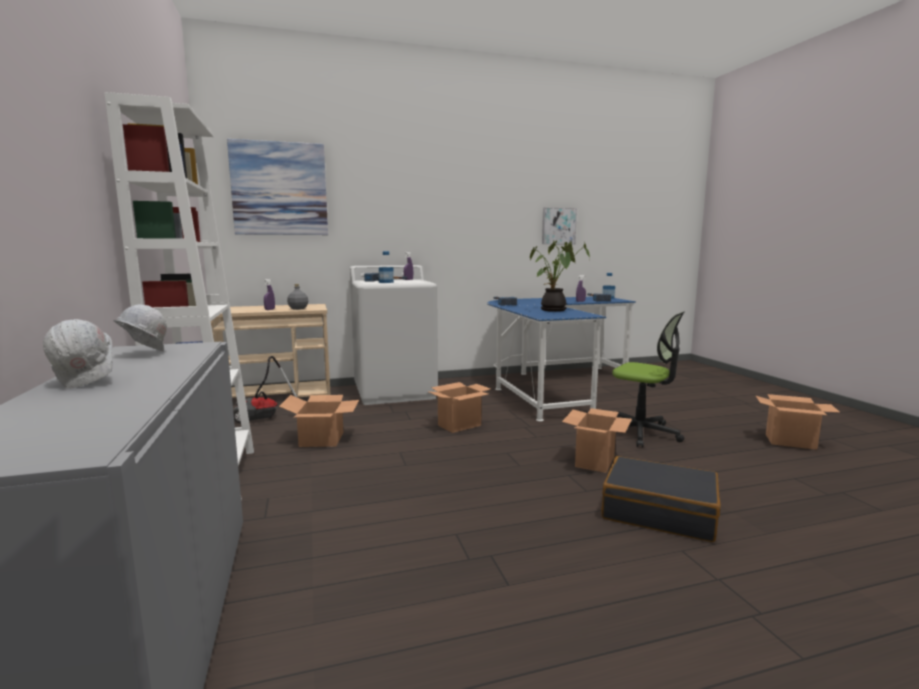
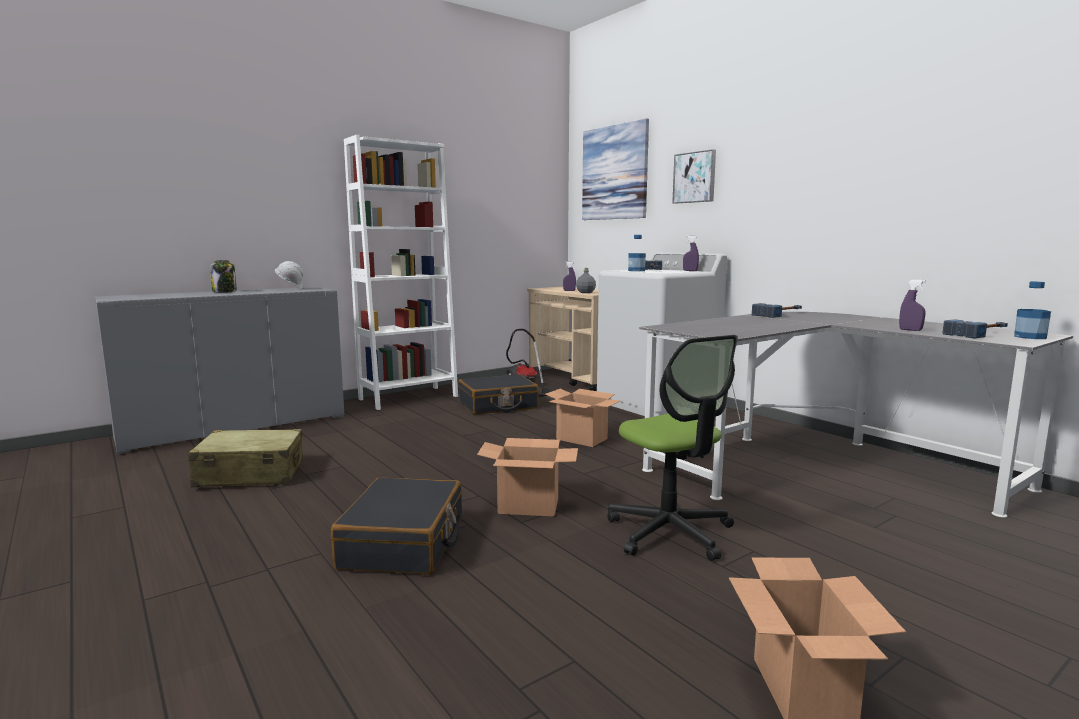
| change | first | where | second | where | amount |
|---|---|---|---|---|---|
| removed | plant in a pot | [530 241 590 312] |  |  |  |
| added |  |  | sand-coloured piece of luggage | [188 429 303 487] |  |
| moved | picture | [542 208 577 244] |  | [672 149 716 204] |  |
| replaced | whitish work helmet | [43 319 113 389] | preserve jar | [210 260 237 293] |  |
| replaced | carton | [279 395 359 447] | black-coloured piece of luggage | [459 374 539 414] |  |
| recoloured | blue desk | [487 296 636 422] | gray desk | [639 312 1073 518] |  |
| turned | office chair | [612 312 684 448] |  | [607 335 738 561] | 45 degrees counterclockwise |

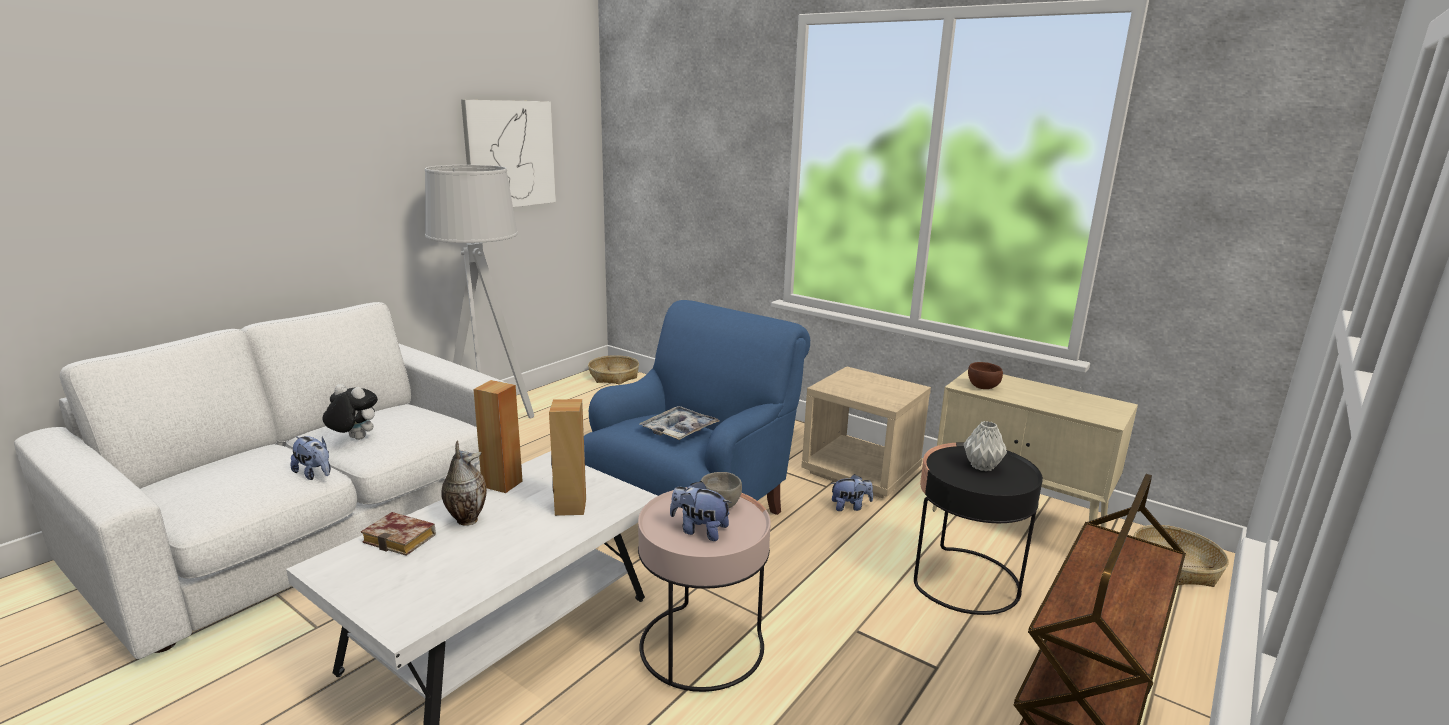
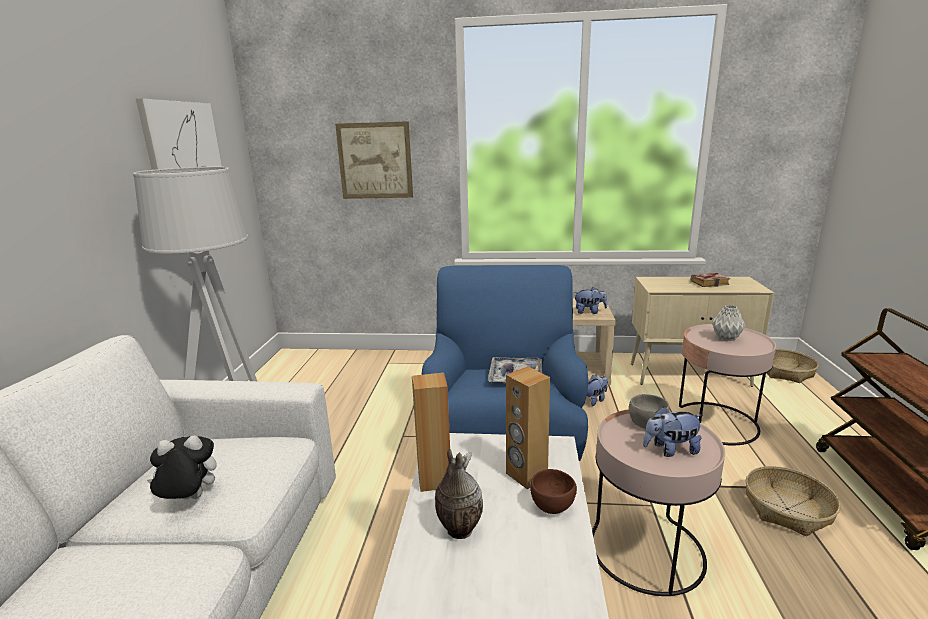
| change | first | where | second | where | amount |
|---|---|---|---|---|---|
| added |  |  | picture | [335 121 413 199] |  |
| moved | soft toy | [290 436 331 480] |  | [574 287 607 314] |  |
| moved | bound book | [361 512 436 556] |  | [691 273 730 287] |  |
| moved | household basket | [588 355 639 385] |  | [745 466 840 536] |  |
| moved | brown serving bowl | [968 362 1003 389] |  | [530 469 577 514] |  |
| recoloured | black-coloured end table | [914 442 1043 615] | pink-coloured end table | [679 324 776 445] |  |

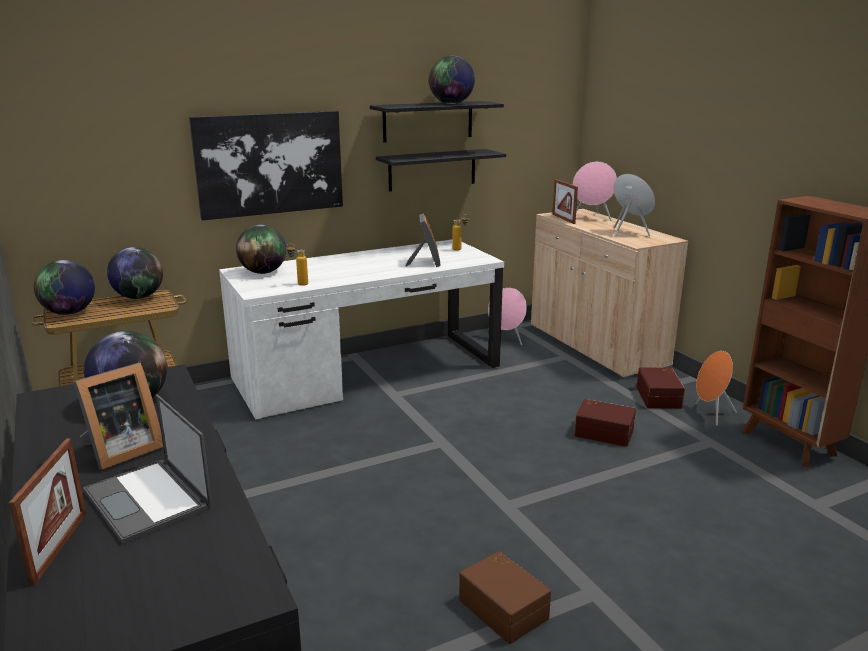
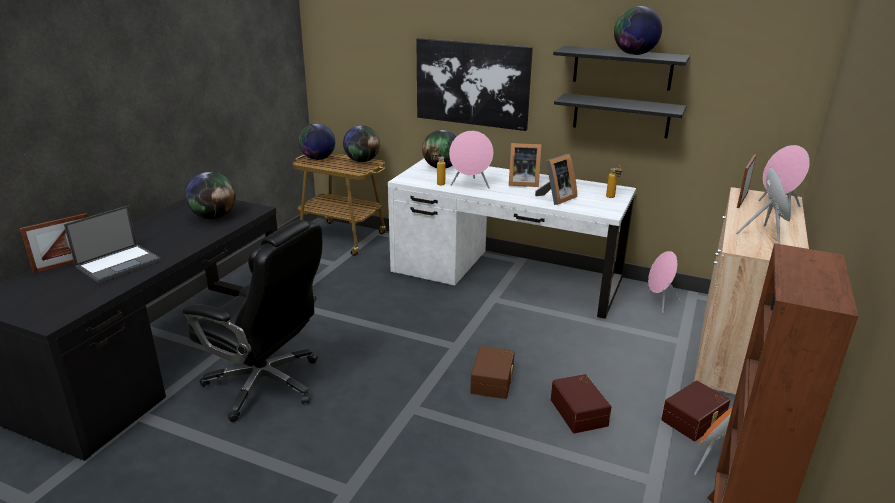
| change | first | where | second | where | amount |
|---|---|---|---|---|---|
| added |  |  | black-coloured office chair | [182 220 322 422] |  |
| added |  |  | pink-coloured loudspeaker | [449 131 493 189] |  |
| moved | standing frame | [73 363 163 470] |  | [509 143 541 187] |  |
| moved | brown storage box | [459 551 551 644] |  | [470 346 515 399] |  |
| turned | laptop | [83 394 212 545] |  | [64 206 161 283] | 150 degrees counterclockwise |

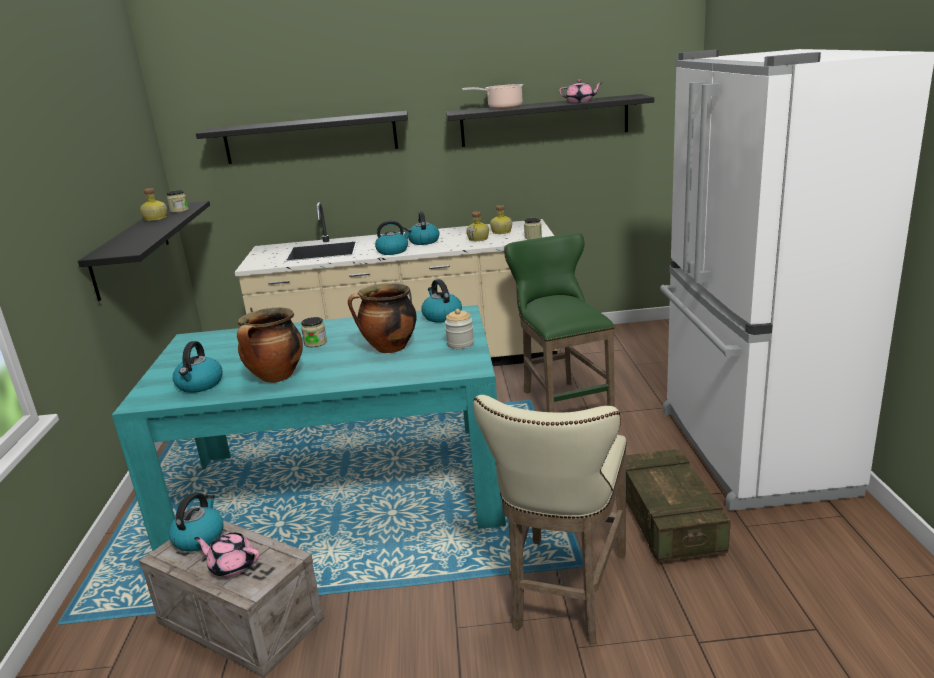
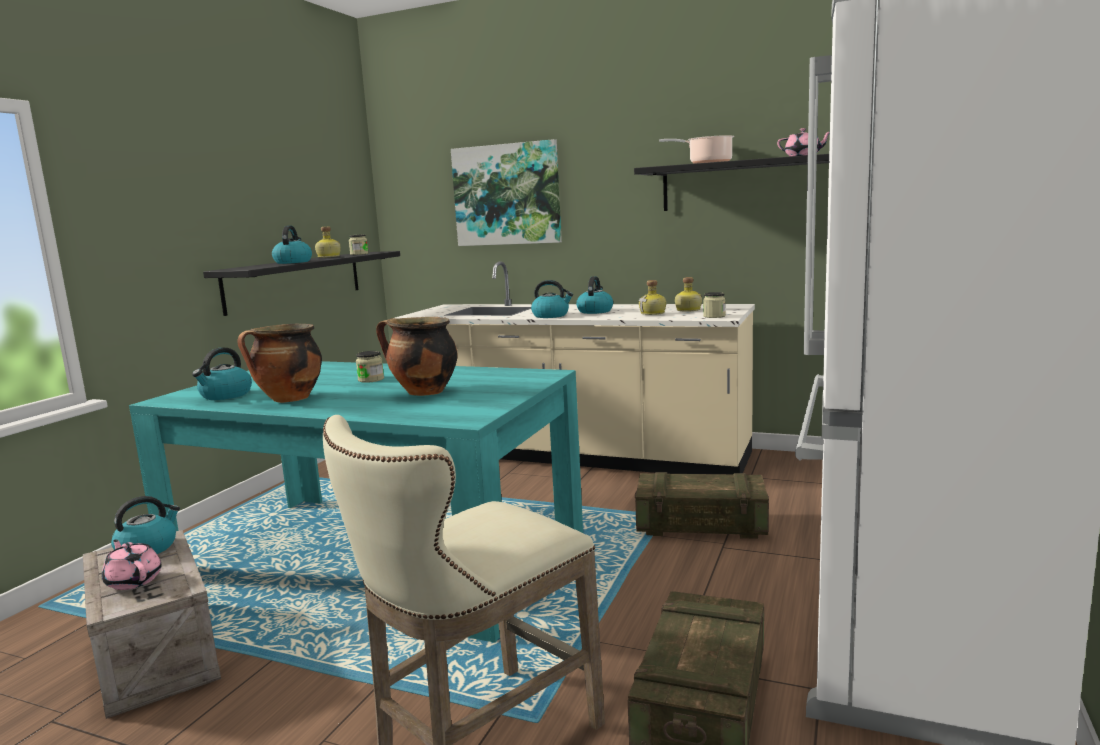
| change | first | where | second | where | amount |
|---|---|---|---|---|---|
| removed | preserve jar | [445 309 474 349] |  |  |  |
| moved | kettle | [422 279 462 323] |  | [272 225 312 264] |  |
| replaced | black-coloured bracket shelf | [196 111 408 164] | picture | [451 139 562 246] |  |
| replaced | green-coloured stool | [504 233 615 412] | shipping crate | [635 472 769 539] |  |

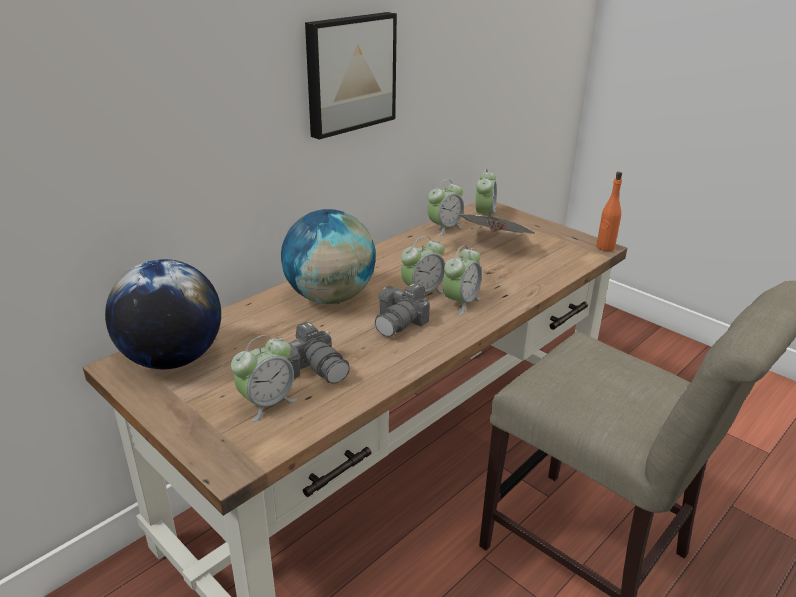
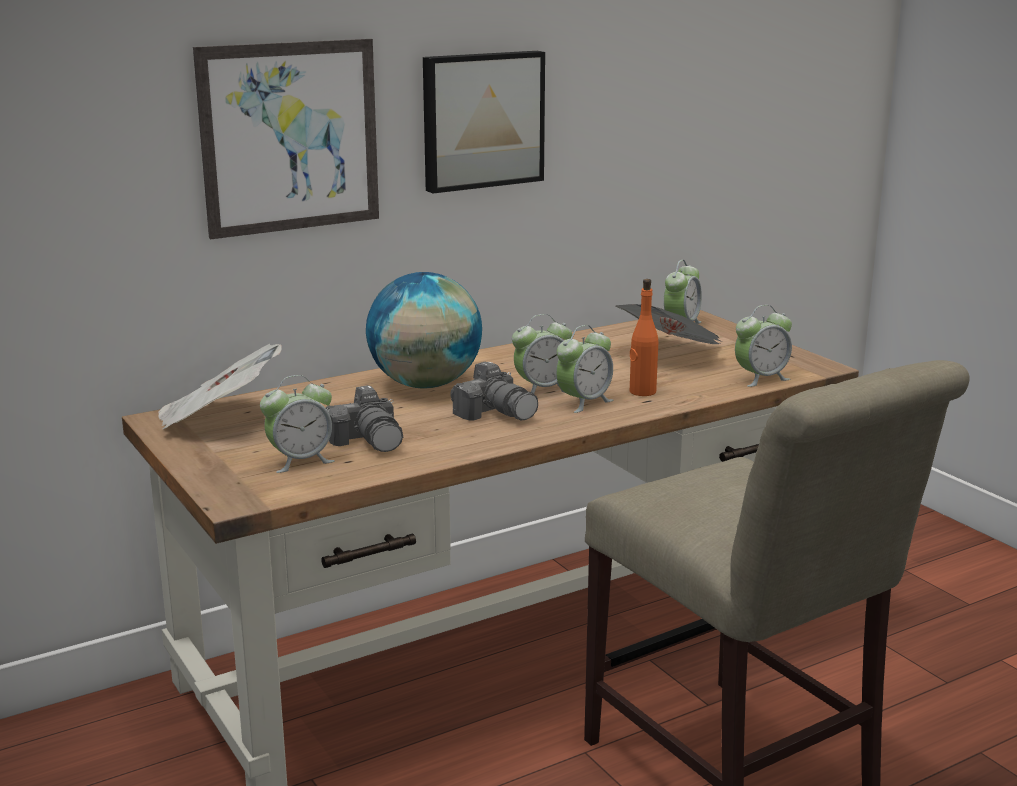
| change | first | where | second | where | amount |
|---|---|---|---|---|---|
| added |  |  | picture | [193 39 379 239] |  |
| moved | alarm clock | [427 179 464 236] |  | [735 305 792 387] |  |
| moved | orange bottle | [596 172 622 251] |  | [630 279 658 396] |  |
| replaced | globe | [105 259 221 369] | daily paper | [158 344 282 429] |  |
| turned | still camera | [375 283 430 337] |  | [450 362 538 420] | 90 degrees counterclockwise |

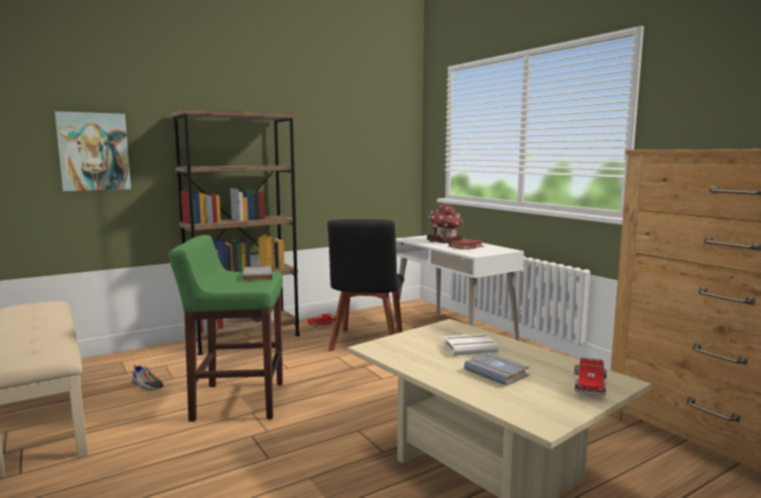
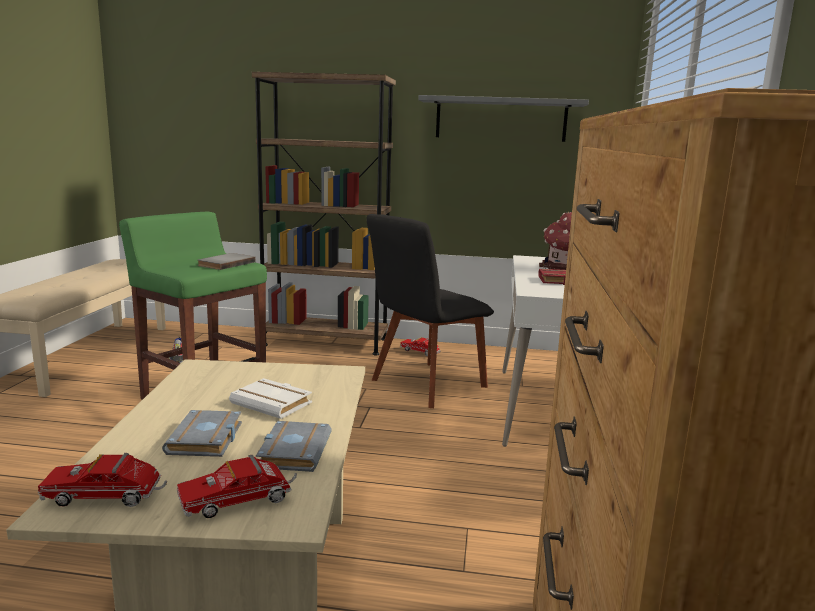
| change | first | where | second | where | amount |
|---|---|---|---|---|---|
| removed | picture | [55 111 131 191] |  |  |  |
| added |  |  | toy truck | [38 453 167 507] |  |
| added |  |  | gray bound book | [256 421 331 472] |  |
| added |  |  | gray bracket shelf | [418 95 589 142] |  |

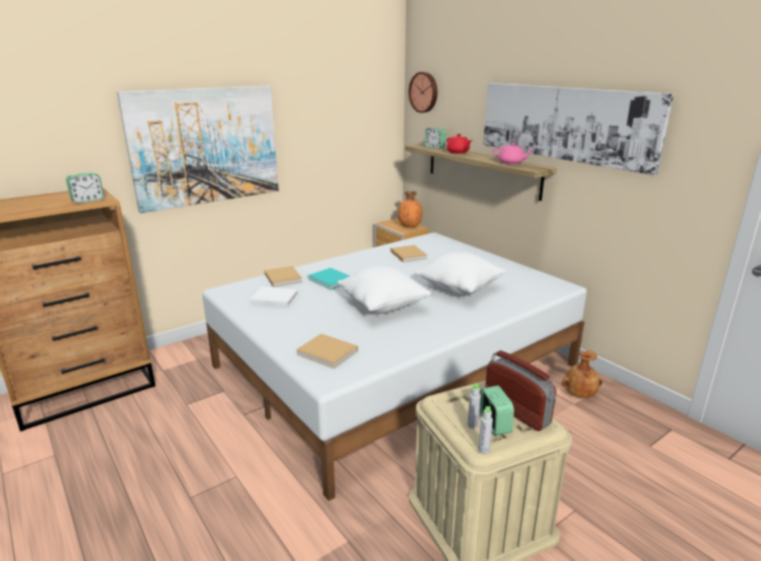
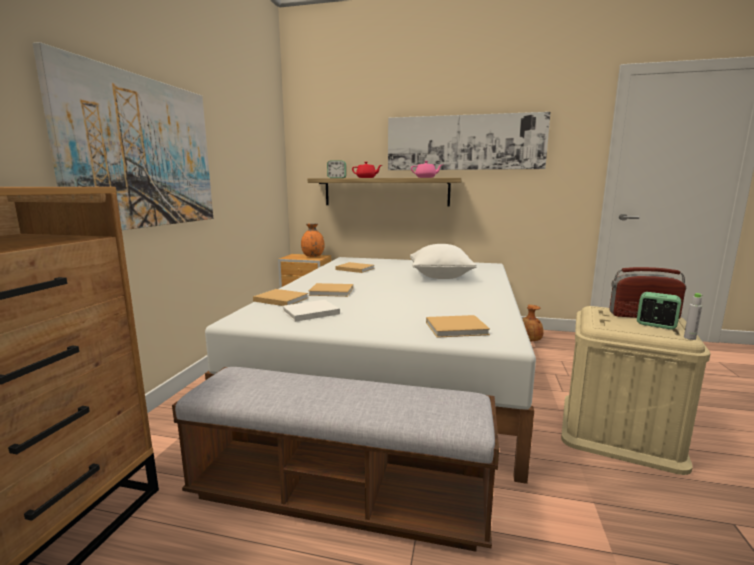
| change | first | where | second | where | amount |
|---|---|---|---|---|---|
| removed | alarm clock | [66 173 104 203] |  |  |  |
| removed | whitish pillow | [337 266 431 314] |  |  |  |
| removed | wall clock | [409 72 437 113] |  |  |  |
| removed | gray bottle | [467 383 481 429] |  |  |  |
| added |  |  | bench | [172 367 499 552] |  |
| recoloured | blue-green bound book | [308 268 349 290] | sand-coloured bound book | [308 283 353 297] |  |

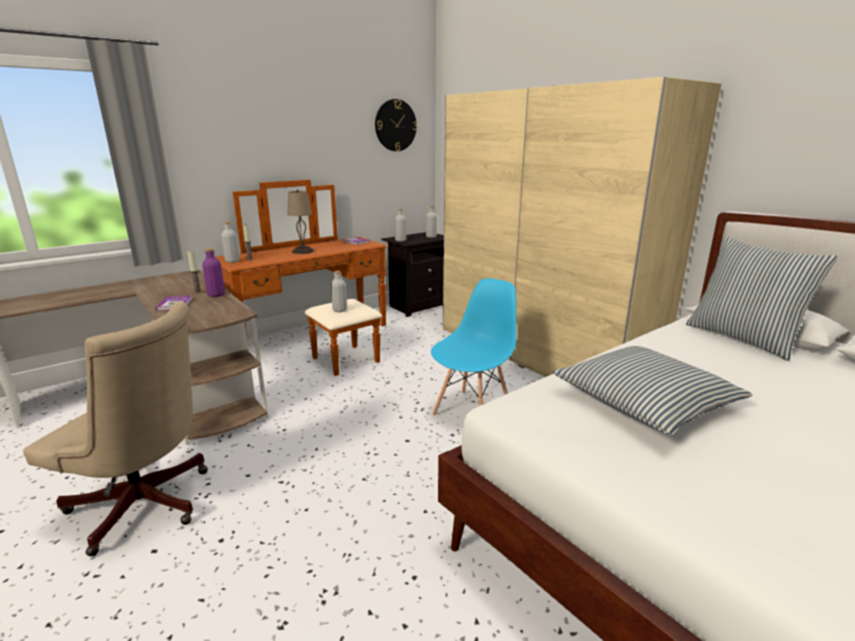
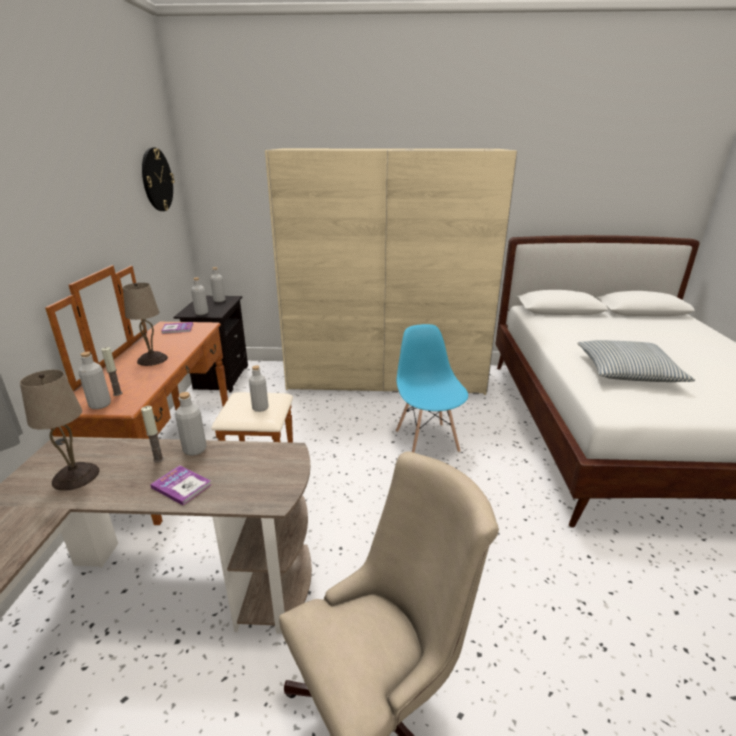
| change | first | where | second | where | amount |
|---|---|---|---|---|---|
| removed | pillow | [686 236 839 361] |  |  |  |
| added |  |  | sand-coloured lamp for a table | [20 370 99 491] |  |
| recoloured | purple-coloured bottle | [202 248 225 297] | gray bottle | [175 392 207 456] |  |

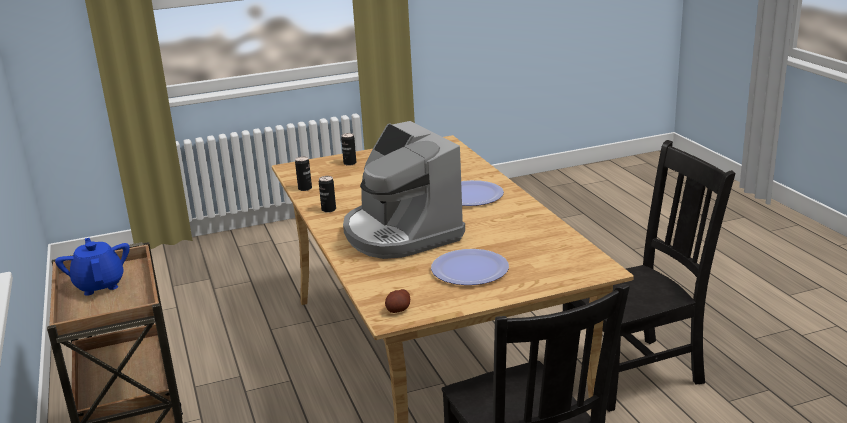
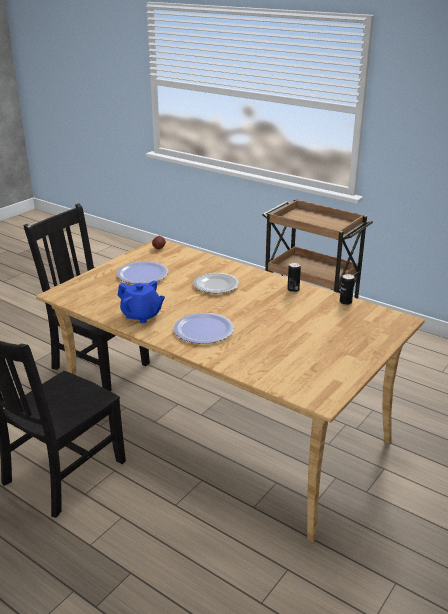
| change | first | where | second | where | amount |
|---|---|---|---|---|---|
| removed | metal can | [341 133 356 166] |  |  |  |
| moved | blue pot for tea | [55 238 130 296] |  | [118 281 165 323] |  |
| replaced | coffee maker | [343 121 465 259] | flat dish | [193 273 239 293] |  |

